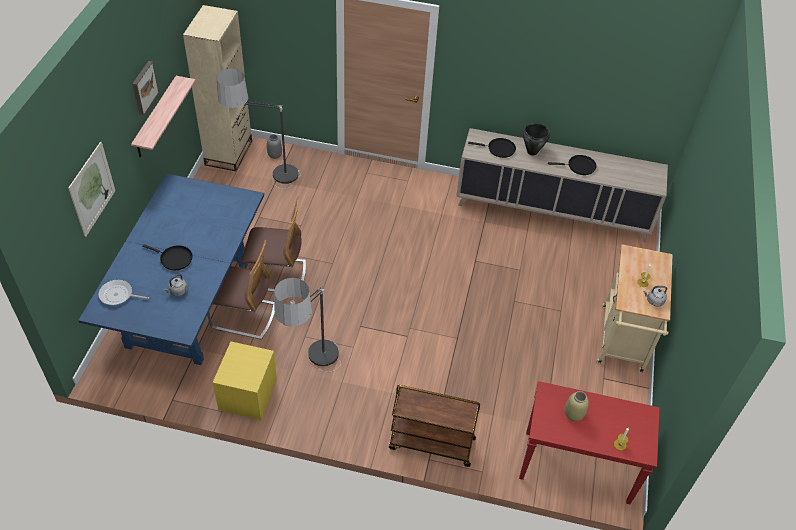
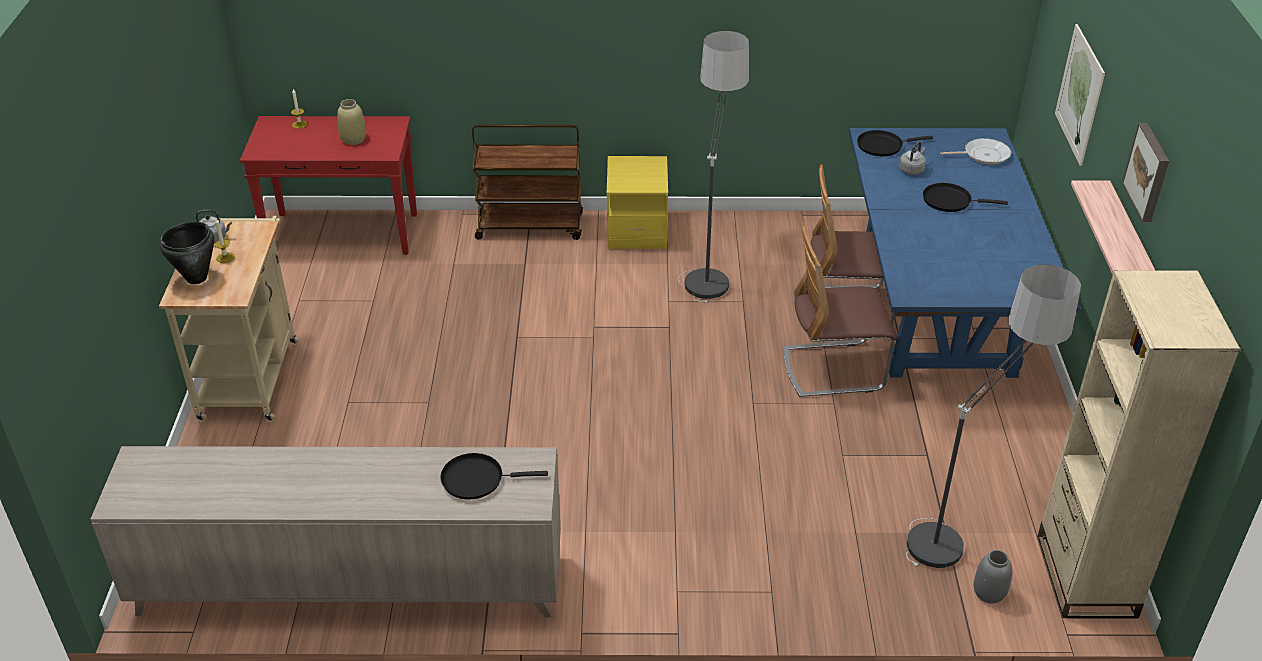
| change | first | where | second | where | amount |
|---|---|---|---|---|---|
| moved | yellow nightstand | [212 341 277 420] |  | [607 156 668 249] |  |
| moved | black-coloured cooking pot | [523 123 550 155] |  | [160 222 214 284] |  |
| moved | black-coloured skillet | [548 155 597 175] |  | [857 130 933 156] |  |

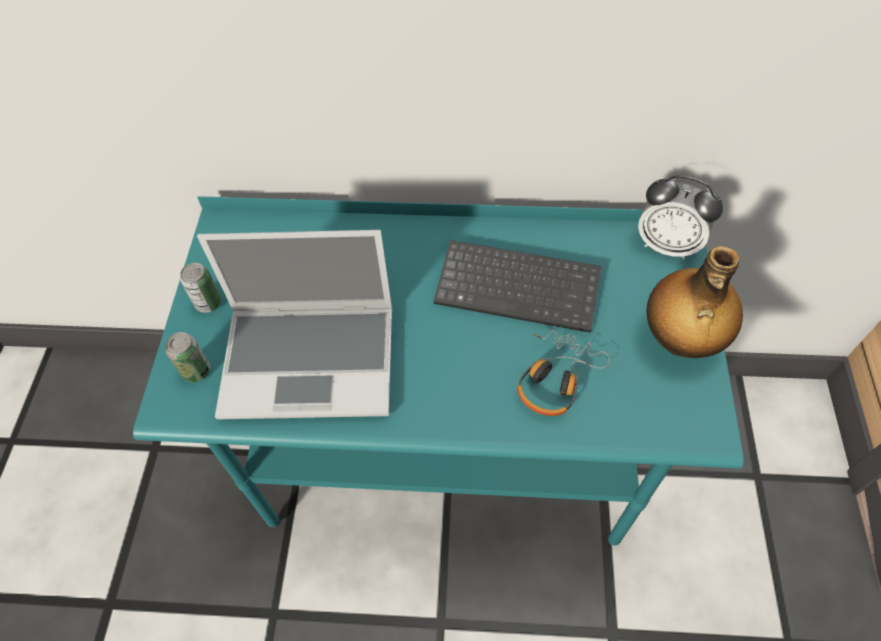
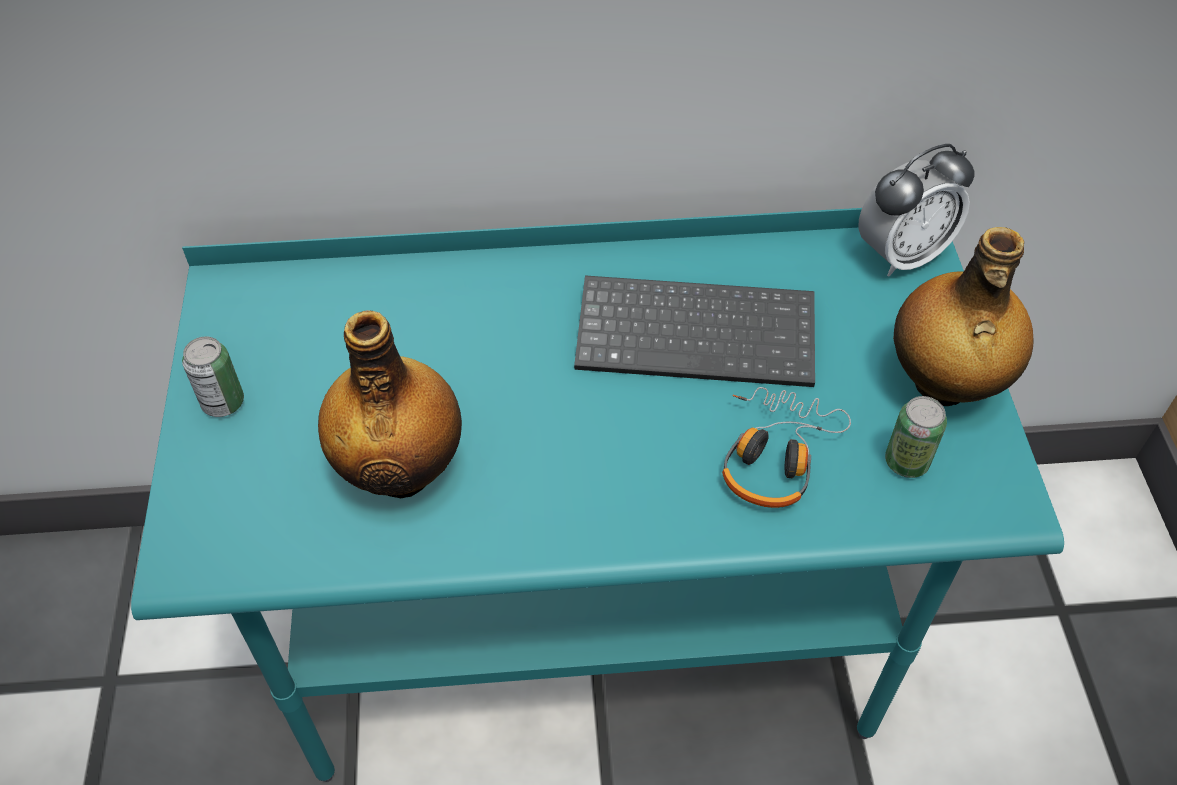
| change | first | where | second | where | amount |
|---|---|---|---|---|---|
| moved | metal can | [165 332 210 382] |  | [885 396 947 478] |  |
| replaced | laptop | [197 230 392 420] | bottle | [318 310 462 498] |  |
| turned | alarm clock | [638 175 723 260] |  | [858 144 975 276] | 45 degrees counterclockwise |

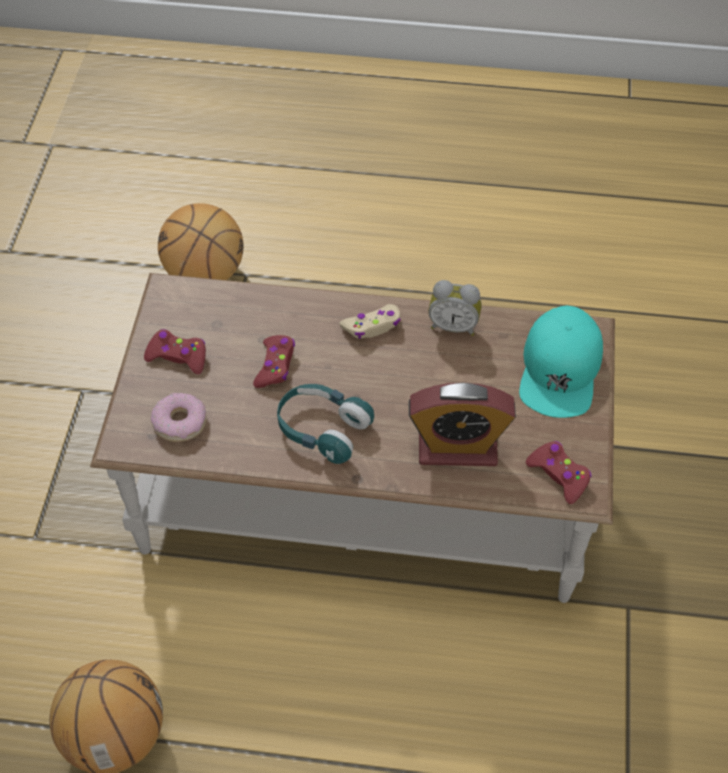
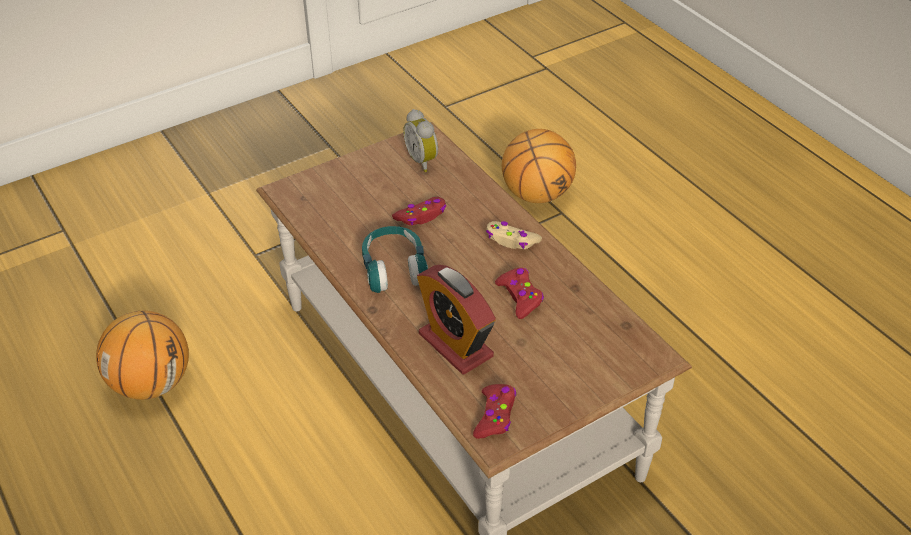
| change | first | where | second | where | amount |
|---|---|---|---|---|---|
| removed | doughnut | [151 393 207 442] |  |  |  |
| removed | blue-green baseball cap | [519 306 603 418] |  |  |  |
| moved | reddish game controller | [144 329 206 374] |  | [495 268 544 319] |  |
| moved | alarm clock | [428 280 482 336] |  | [403 109 438 172] |  |

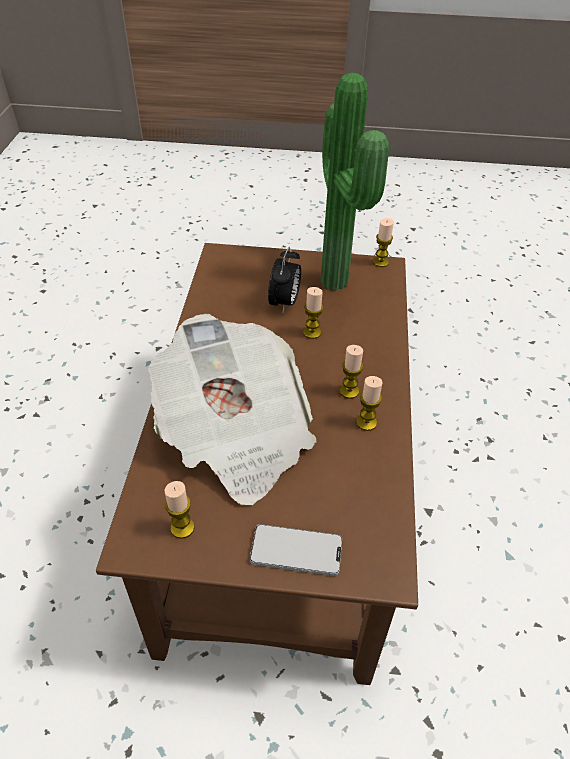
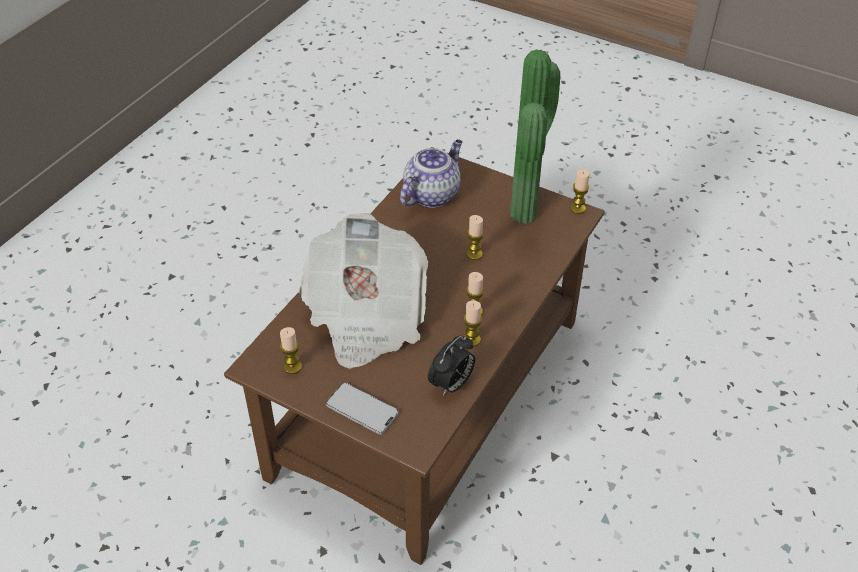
| change | first | where | second | where | amount |
|---|---|---|---|---|---|
| added |  |  | pot for tea | [400 139 463 208] |  |
| moved | alarm clock | [268 247 301 312] |  | [428 336 475 396] |  |

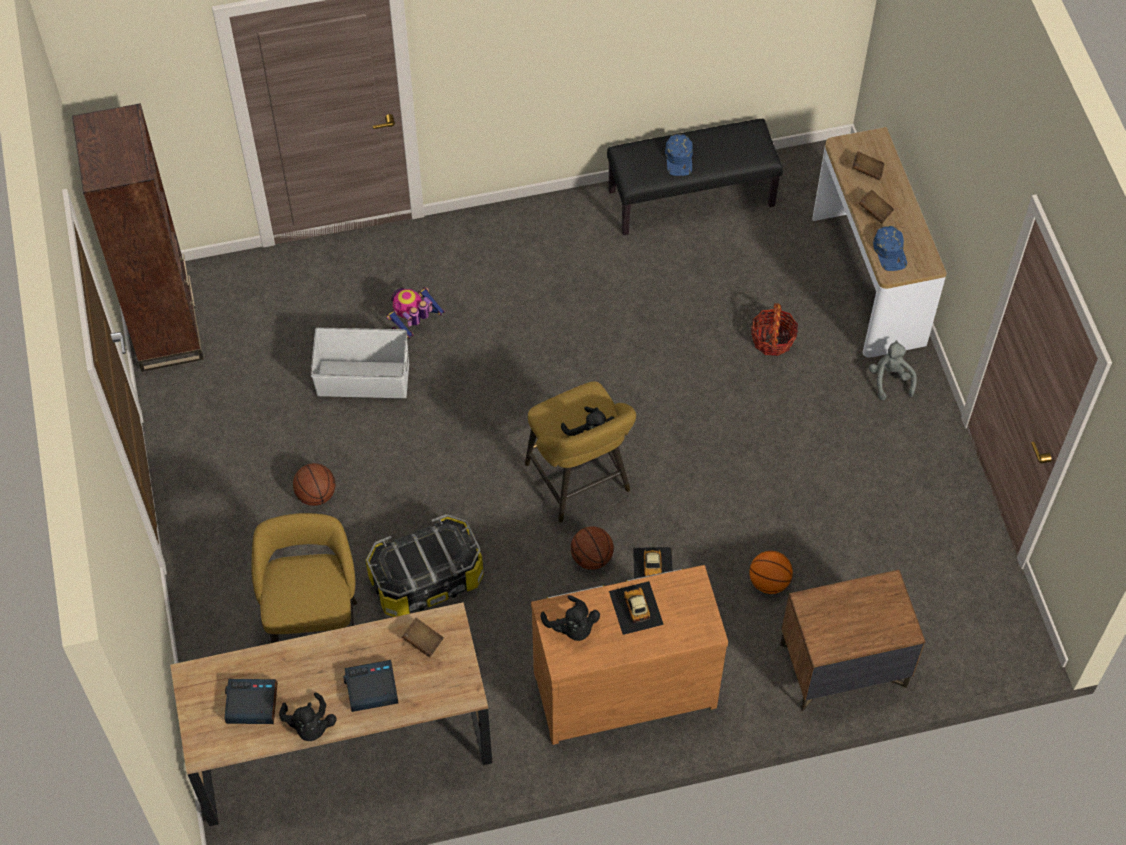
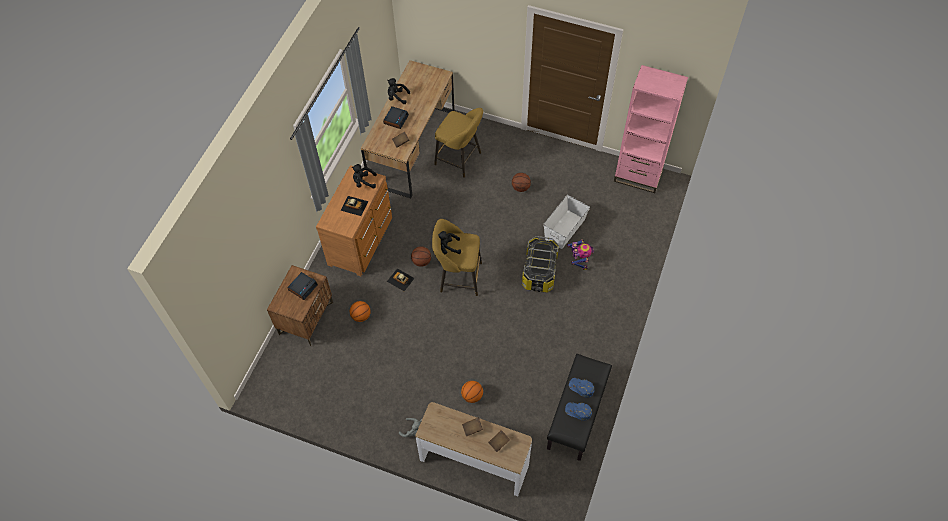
| change | first | where | second | where | amount |
|---|---|---|---|---|---|
| moved | alarm clock | [224 679 278 724] |  | [287 272 318 300] |  |
| moved | storage box | [366 514 483 617] |  | [522 236 559 293] |  |
| moved | blue baseball cap | [873 226 907 271] |  | [565 402 592 421] |  |
| replaced | household basket | [751 303 798 356] | basketball | [461 381 483 403] |  |
| recoloured | brown bookshelf | [72 103 204 372] | pink-coloured bookshelf | [614 65 688 193] |  |

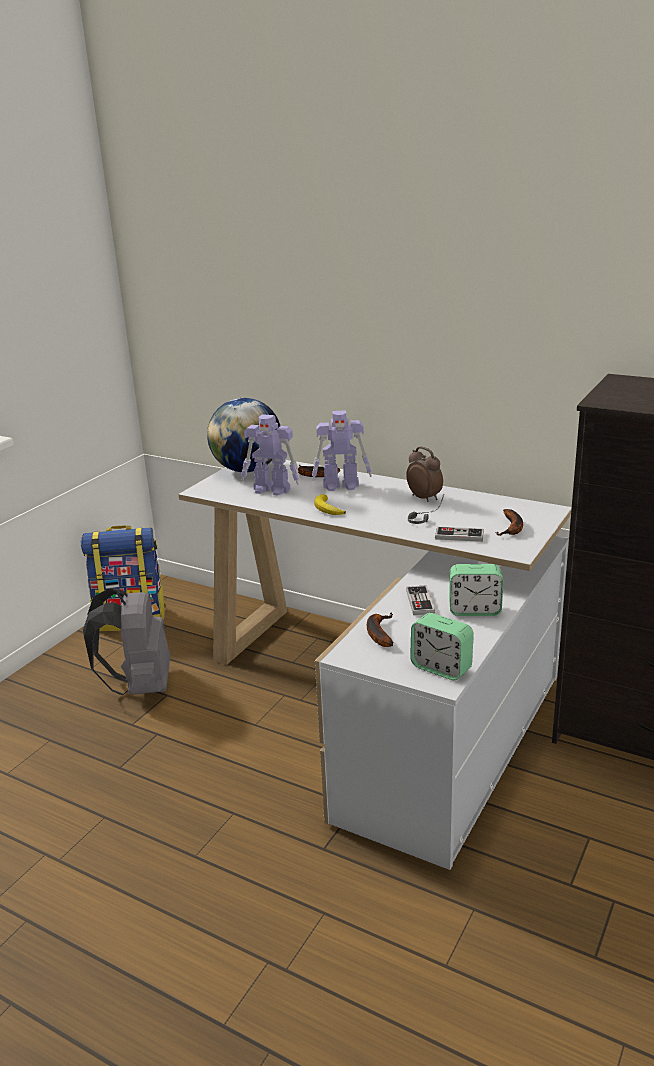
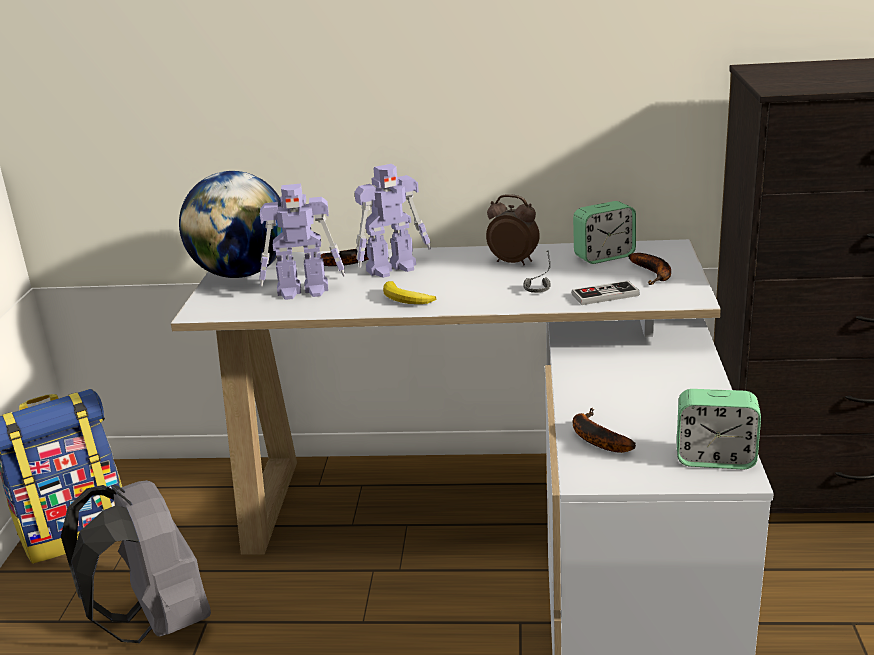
| change | first | where | second | where | amount |
|---|---|---|---|---|---|
| removed | game controller | [406 585 435 615] |  |  |  |
| moved | alarm clock | [449 564 503 616] |  | [573 201 636 264] |  |

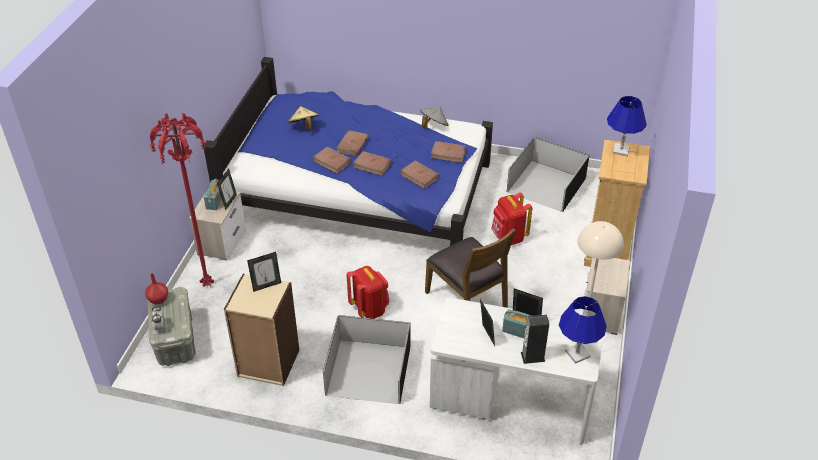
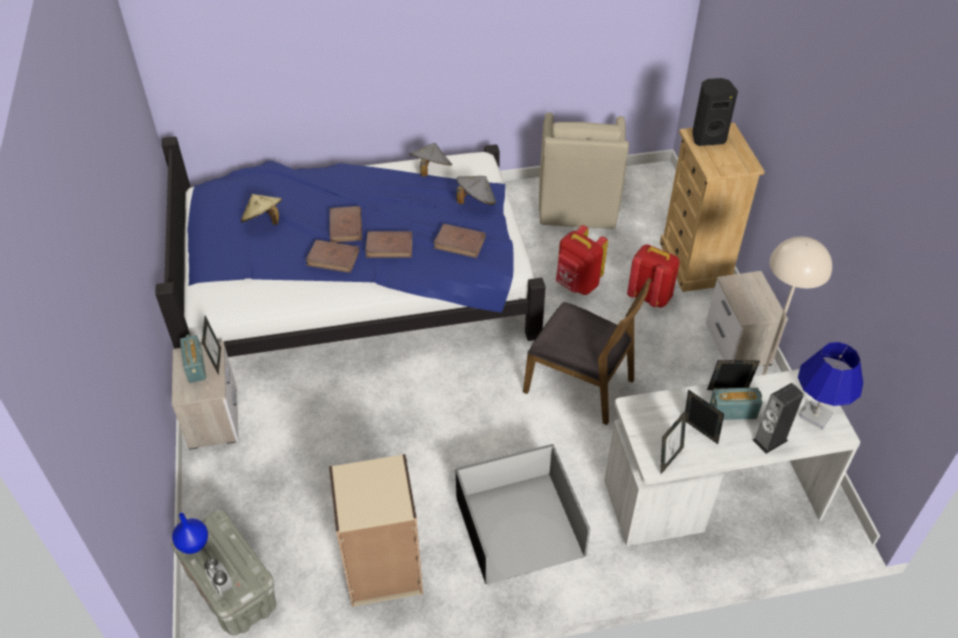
| change | first | where | second | where | amount |
|---|---|---|---|---|---|
| removed | reddish standard lamp | [150 113 214 287] |  |  |  |
| moved | standing frame | [247 252 281 292] |  | [660 410 686 475] |  |
| moved | reddish rucksack | [347 266 390 319] |  | [627 244 680 308] |  |
| replaced | brown bound book | [431 141 466 163] | gray wearable hat | [456 176 496 205] |  |
| replaced | black-coloured storage box | [507 137 590 212] | sand-coloured easy chair | [539 112 629 229] |  |
| replaced | blue lamp for a table | [607 96 647 156] | black-coloured loudspeaker | [692 78 738 146] |  |
| recoloured | reddish decorative vase | [145 273 168 304] | blue decorative vase | [172 513 208 554] |  |

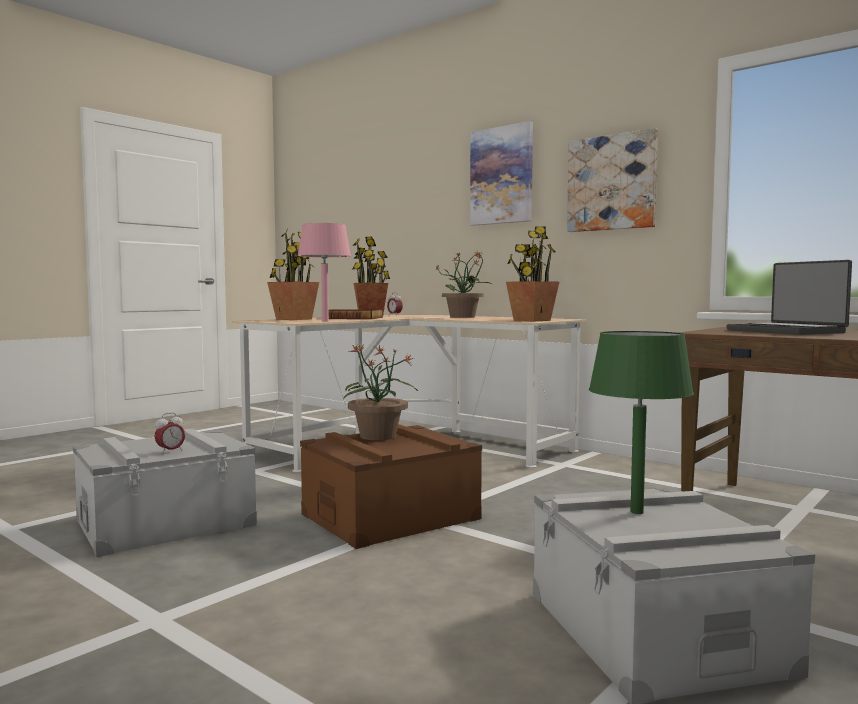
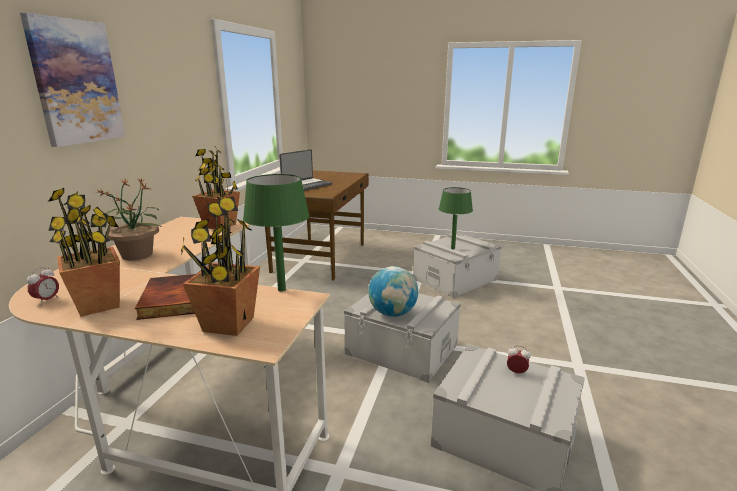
| change | first | where | second | where | amount |
|---|---|---|---|---|---|
| removed | picture | [567 128 658 232] |  |  |  |
| replaced | plant in a pot | [343 344 418 440] | globe | [368 266 418 317] |  |
| recoloured | pink-coloured lamp for a table | [298 223 351 322] | green-coloured lamp for a table | [243 174 310 292] |  |
| recoloured | brown storage box | [300 424 482 549] | gray storage box | [344 293 461 383] |  |

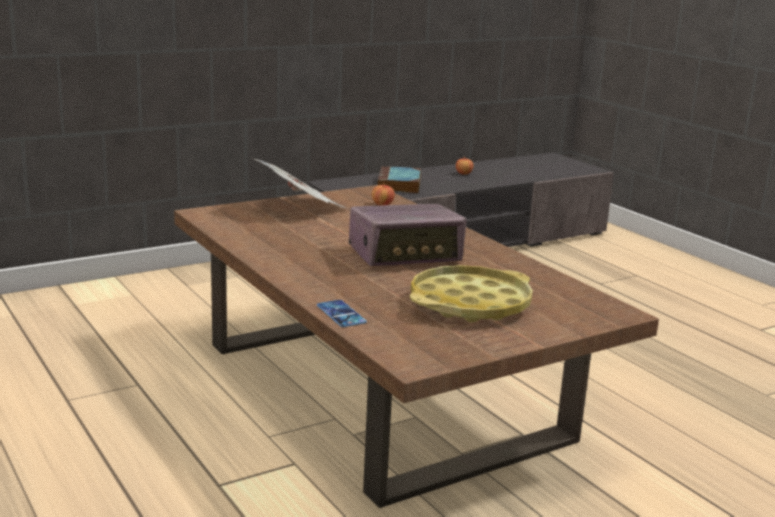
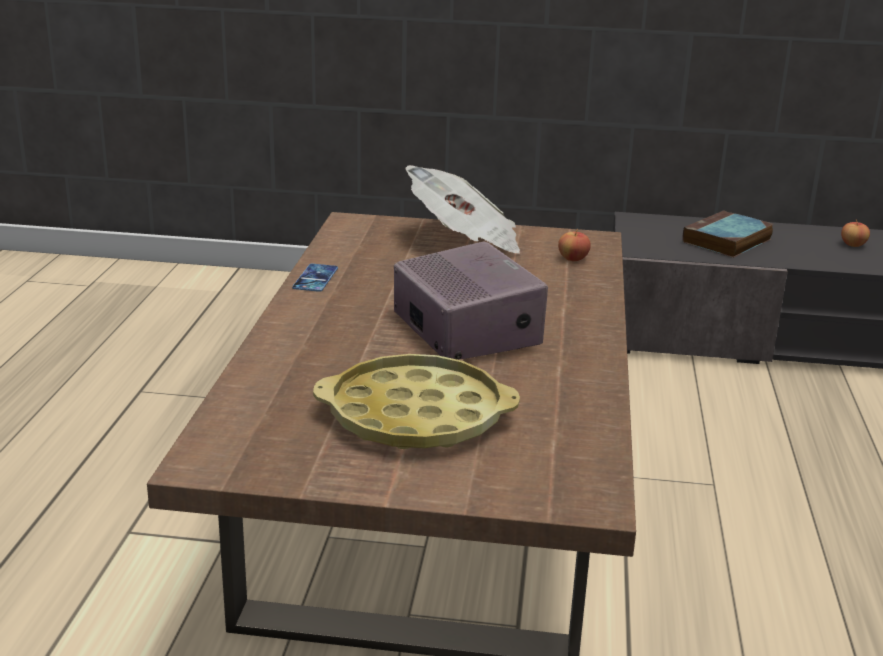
| change | first | where | second | where | amount |
|---|---|---|---|---|---|
| moved | phone | [317 300 367 327] |  | [292 264 338 292] |  |
| turned | radio | [349 204 467 266] |  | [394 242 548 359] | 135 degrees counterclockwise |

